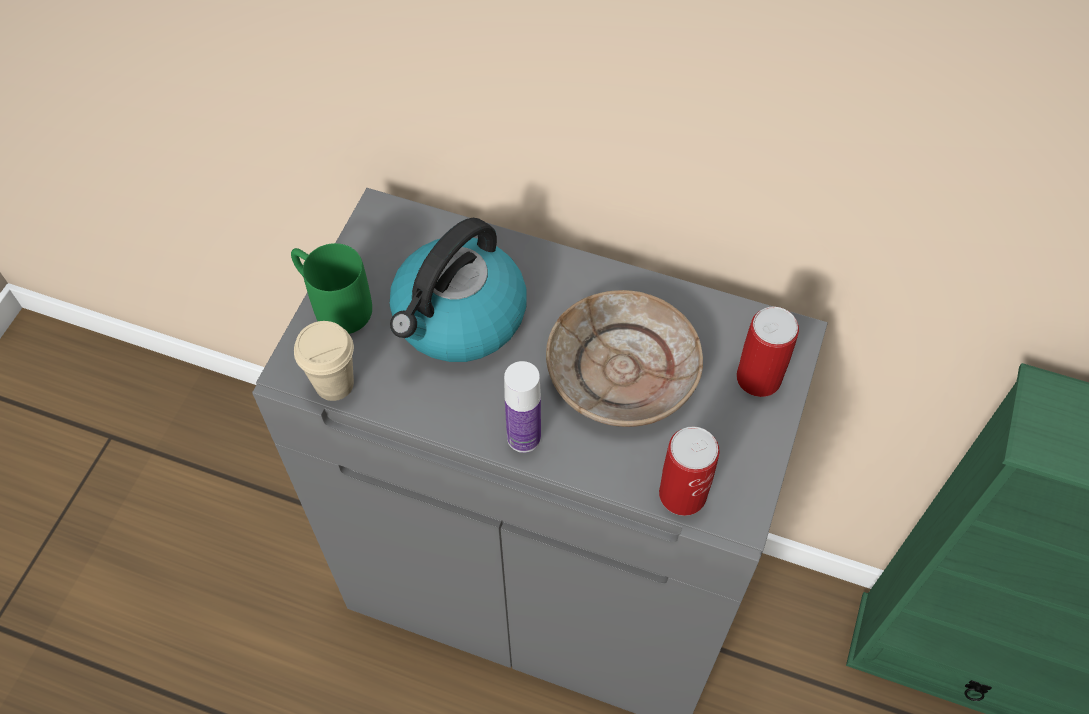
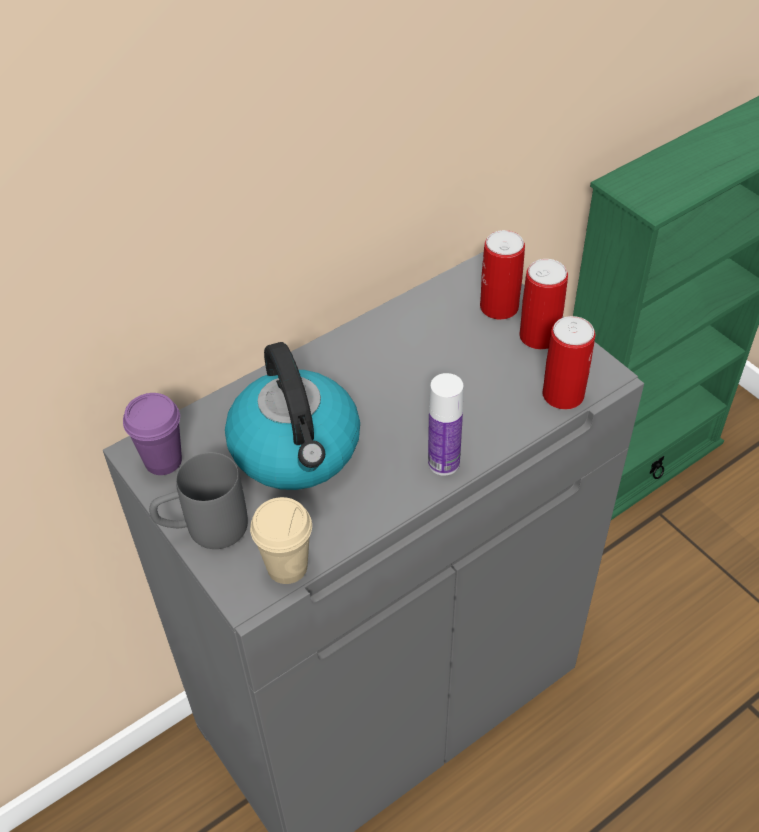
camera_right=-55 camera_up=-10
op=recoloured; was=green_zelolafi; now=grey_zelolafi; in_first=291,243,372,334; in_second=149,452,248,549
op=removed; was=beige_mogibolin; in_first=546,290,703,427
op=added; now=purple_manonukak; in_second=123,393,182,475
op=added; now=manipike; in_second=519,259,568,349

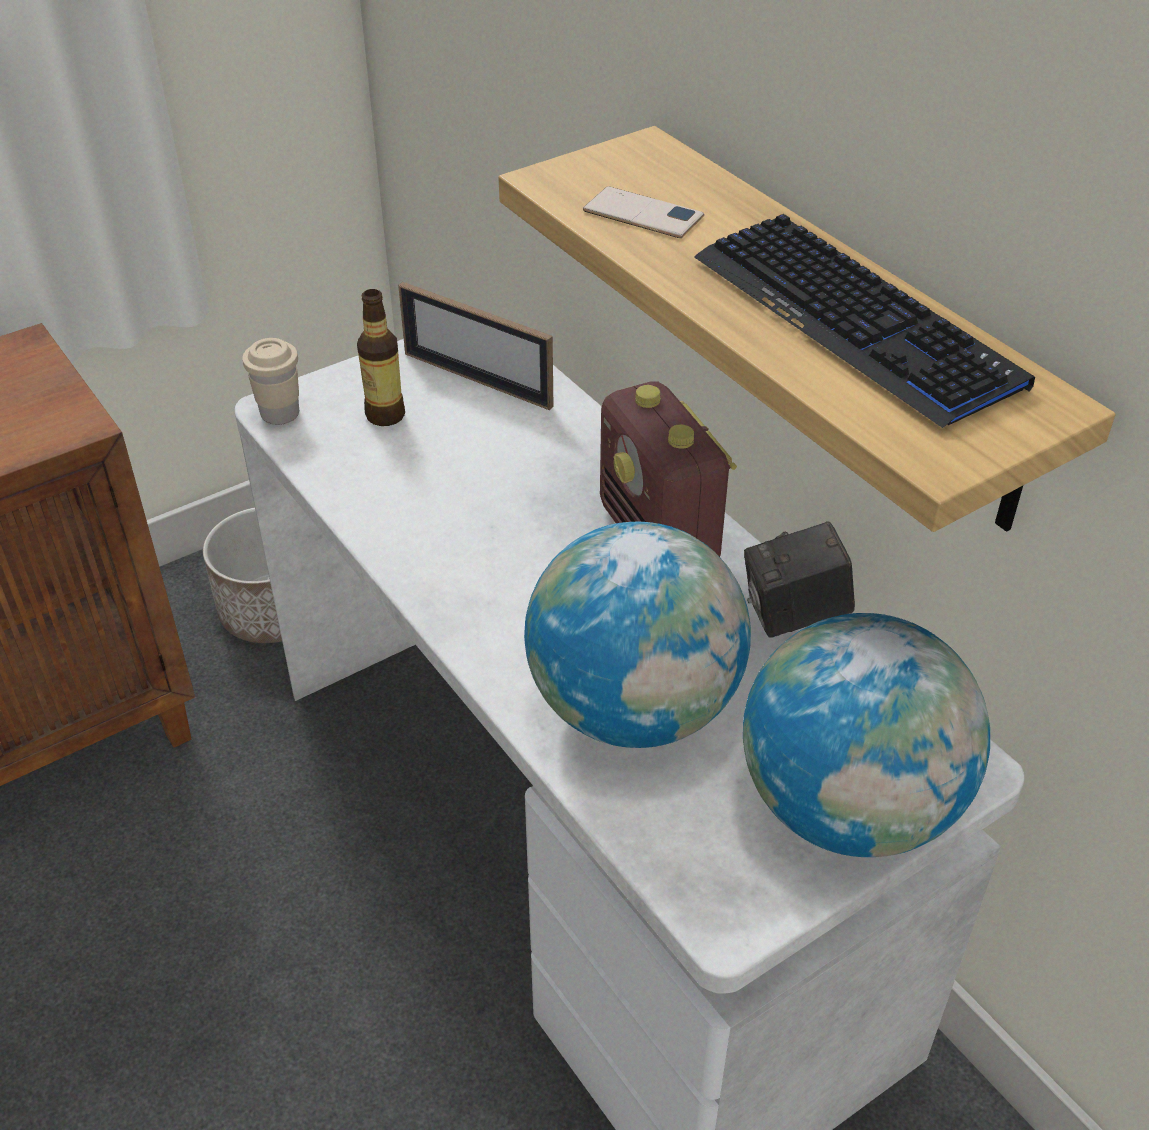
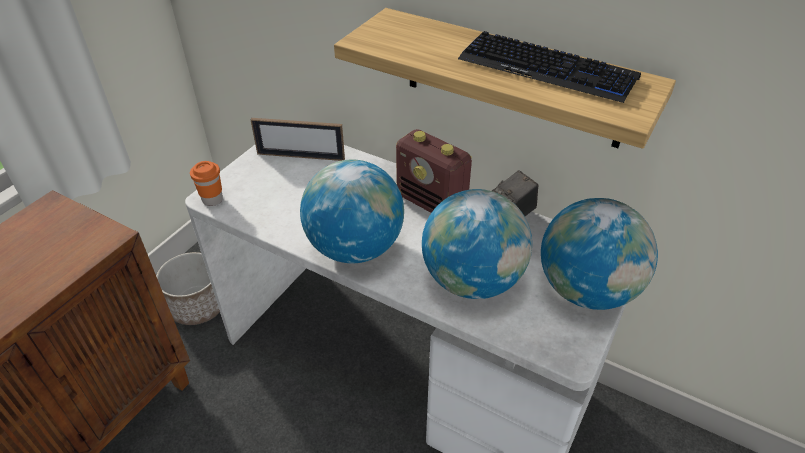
camera_right=-25 camera_up=0
op=recoloured; was=beige_manonukak; now=orange_manonukak; in_first=242,338,299,425; in_second=190,161,223,206
op=removed; was=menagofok; in_first=357,289,405,426
op=removed; was=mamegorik; in_first=583,186,704,238
op=added; now=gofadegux; in_second=300,160,404,263

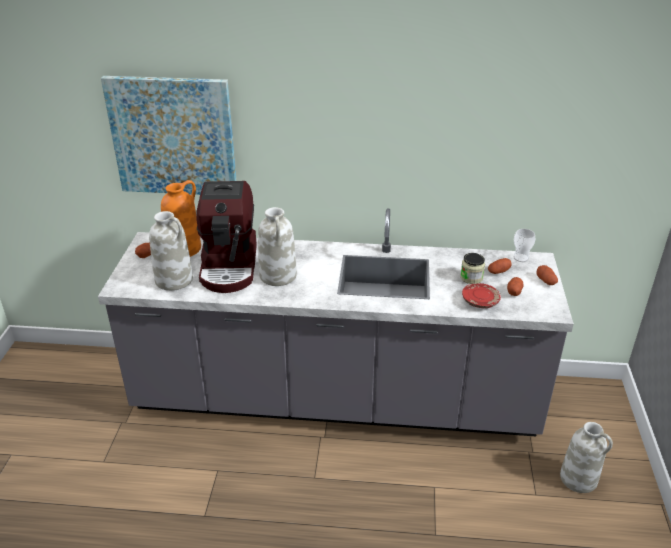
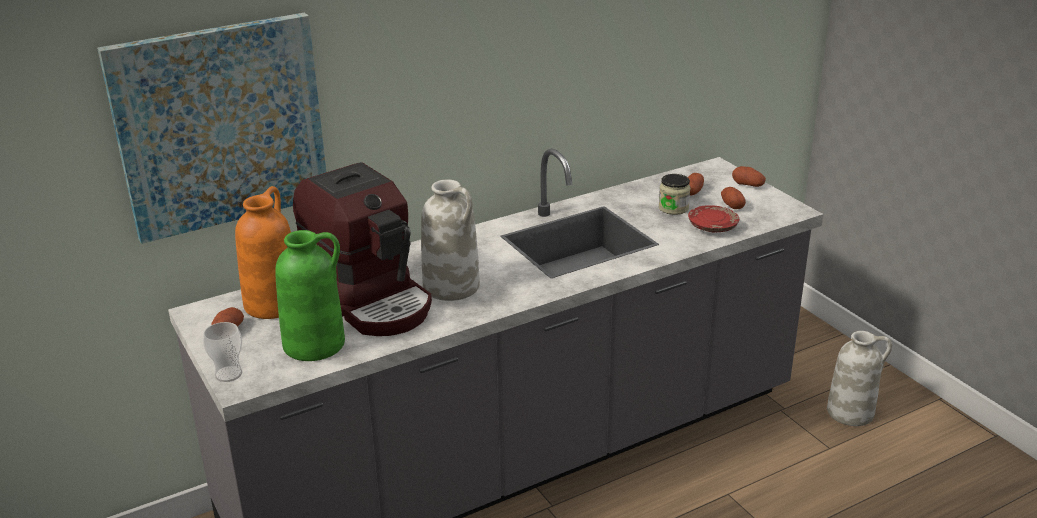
camera_right=-35 camera_up=-5
op=recoloured; was=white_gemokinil; now=green_gemokinil; in_first=149,211,193,291; in_second=275,230,345,361
op=moved; was=manonukak; in_first=513,229,535,262; in_second=203,322,242,382

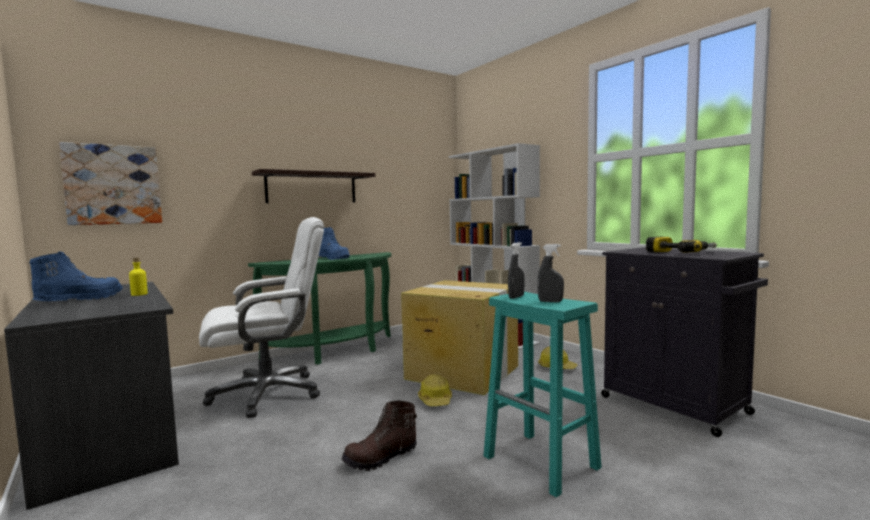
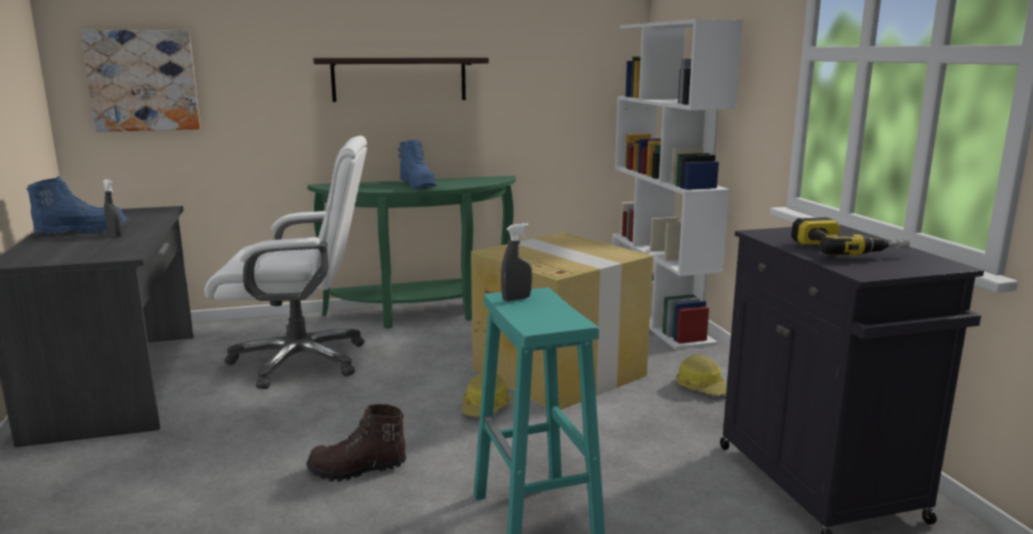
camera_right=20 camera_up=10
op=removed; was=yellow_menagofok; in_first=129,257,148,296
op=moved; was=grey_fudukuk; in_first=537,244,564,302; in_second=103,179,122,236

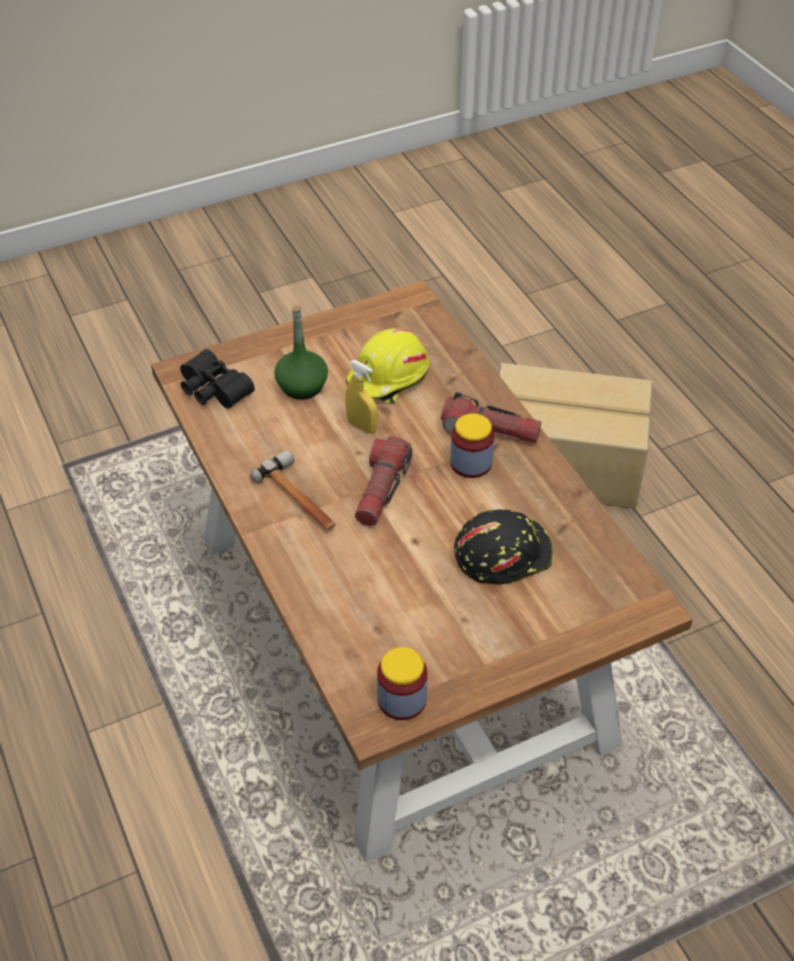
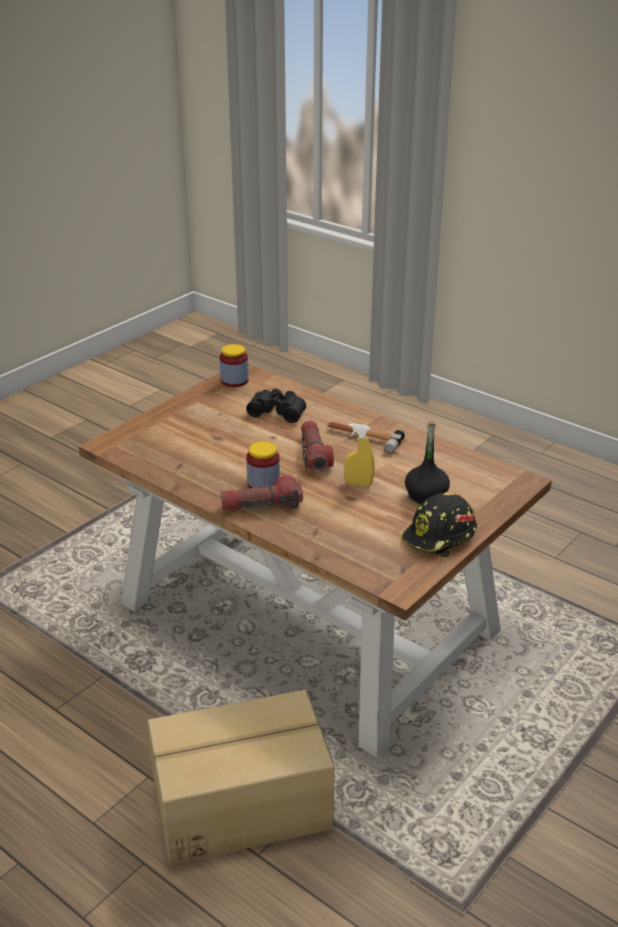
camera_right=155 camera_up=-15
op=moved; was=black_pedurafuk; in_first=180,349,255,409; in_second=246,389,306,423
op=recoloured; was=green_menagofok; now=black_menagofok; in_first=274,306,328,400; in_second=405,421,450,504
op=removed; was=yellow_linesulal; in_first=346,328,429,403
op=moved; was=black_linesulal; in_first=454,509,553,585; in_second=402,492,477,557

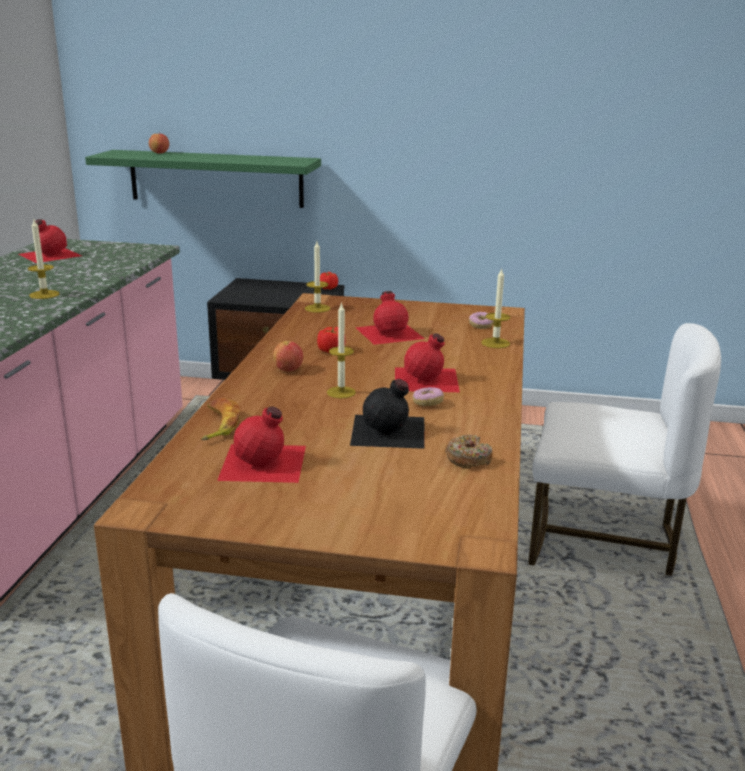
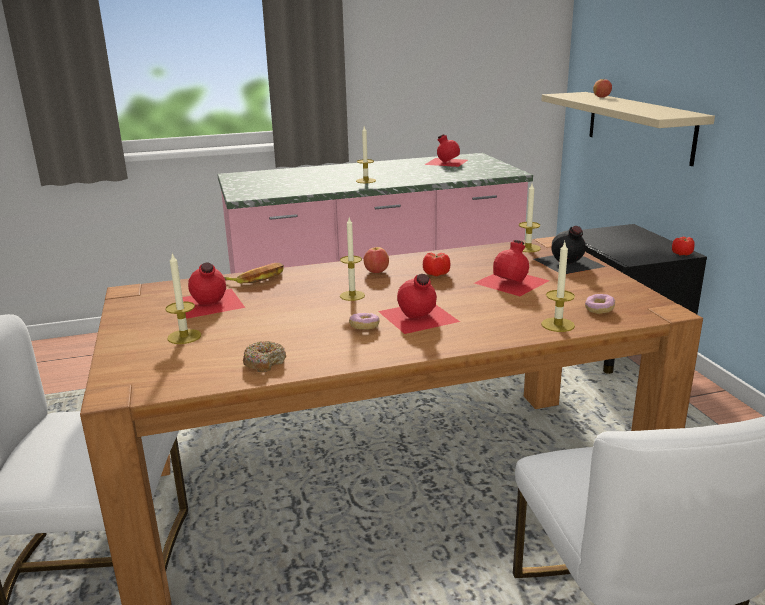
camera_right=65 camera_up=0
op=recoloured; was=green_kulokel; now=beige_kulokel; in_first=85,150,321,208; in_second=541,92,715,166
op=moved; was=black_menagofok; in_first=350,379,425,449; in_second=533,226,606,274
op=added; now=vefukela; in_second=166,253,201,344

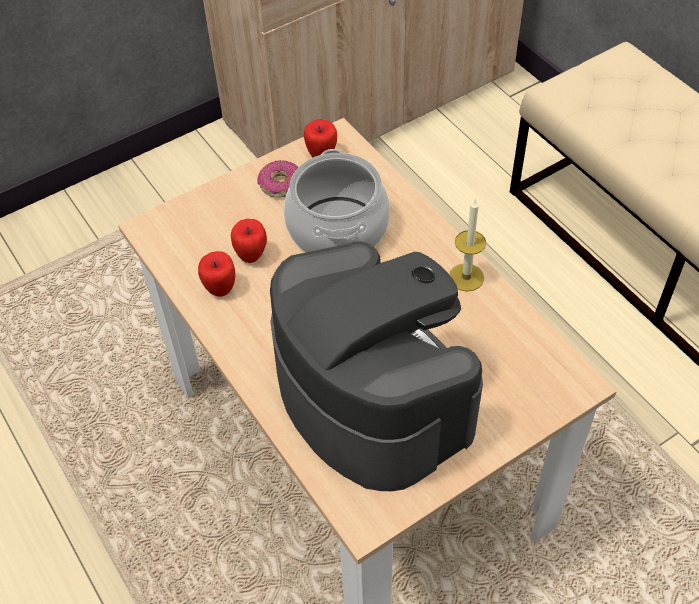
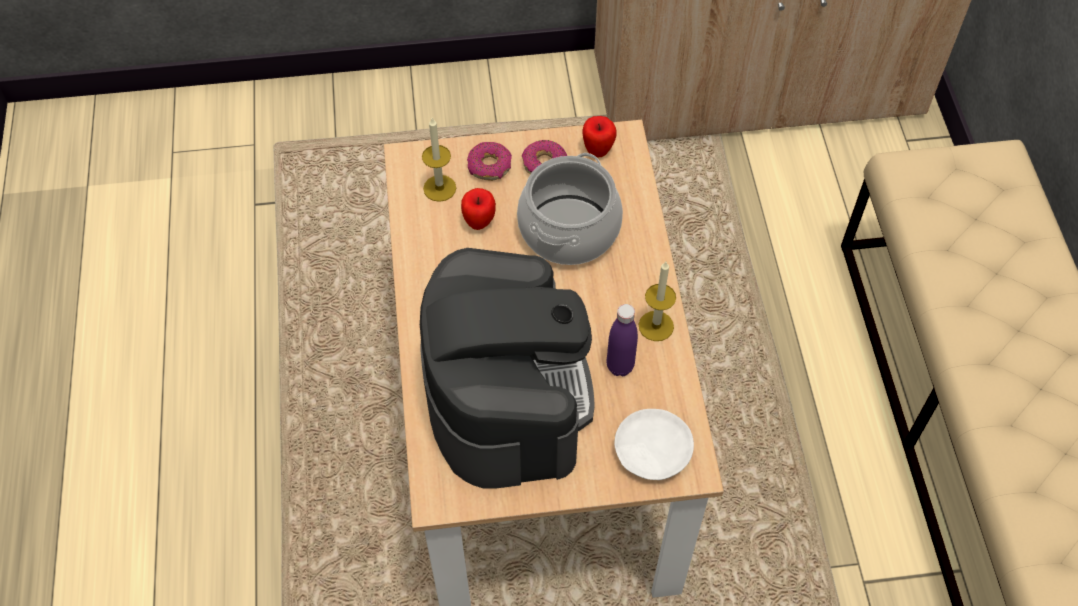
camera_right=25 camera_up=5
op=removed; was=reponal; in_first=198,251,235,297
op=added; now=vefukela; in_second=422,118,456,202
op=added; now=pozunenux; in_second=467,142,512,181
op=added; now=purple_menagofok; in_second=607,304,638,376
op=added; now=white_mogibolin; in_second=614,409,694,480

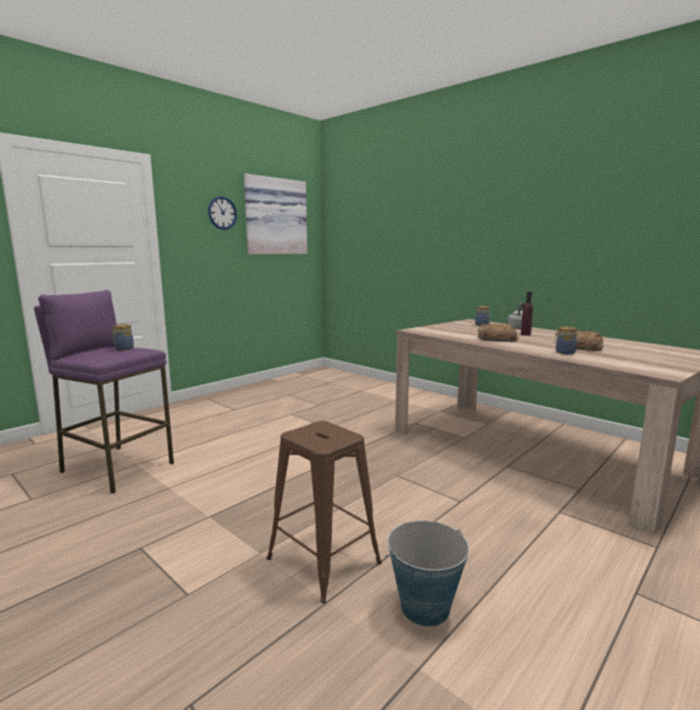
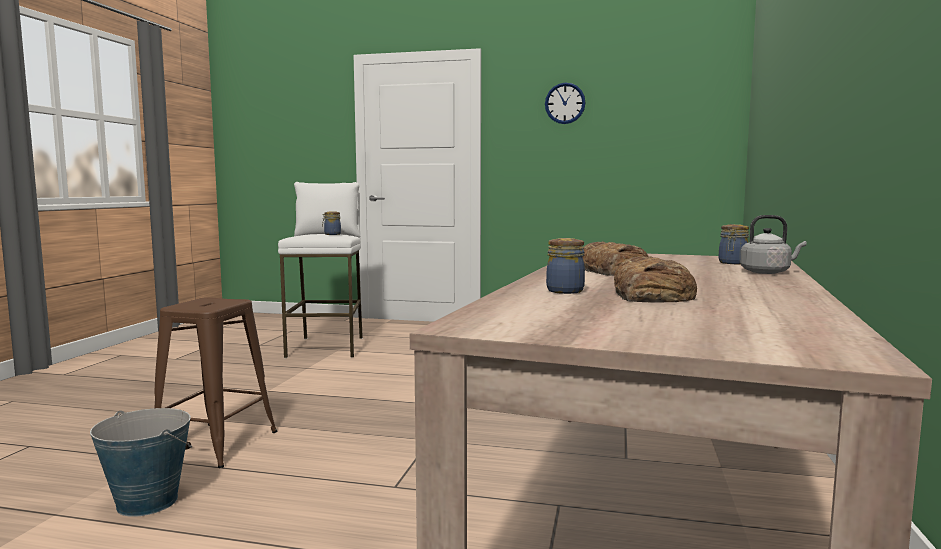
camera_right=60 camera_up=-5
op=recoloured; was=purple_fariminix; now=white_fariminix; in_first=34,290,174,494; in_second=278,182,363,358
op=removed; was=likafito; in_first=244,174,307,254
op=removed; was=purple_menagofok; in_first=521,292,533,336

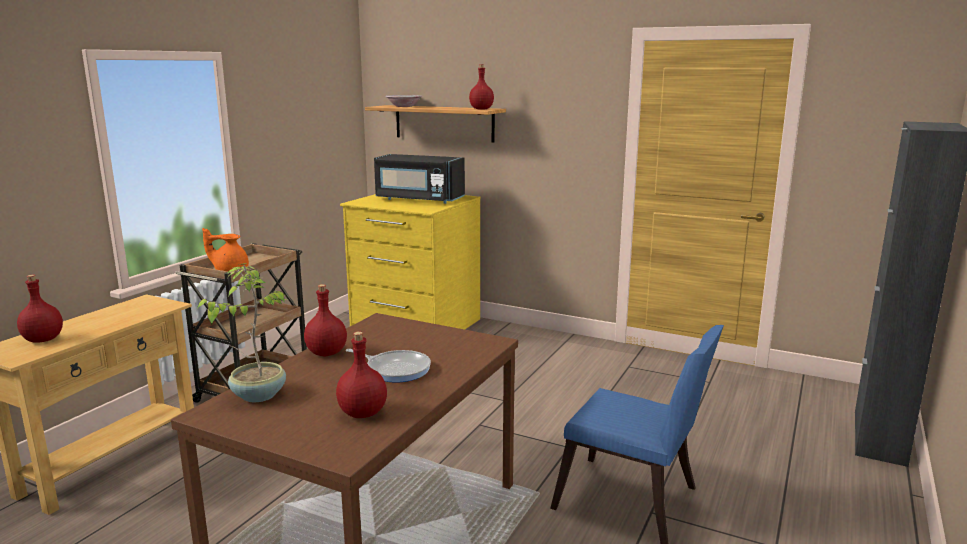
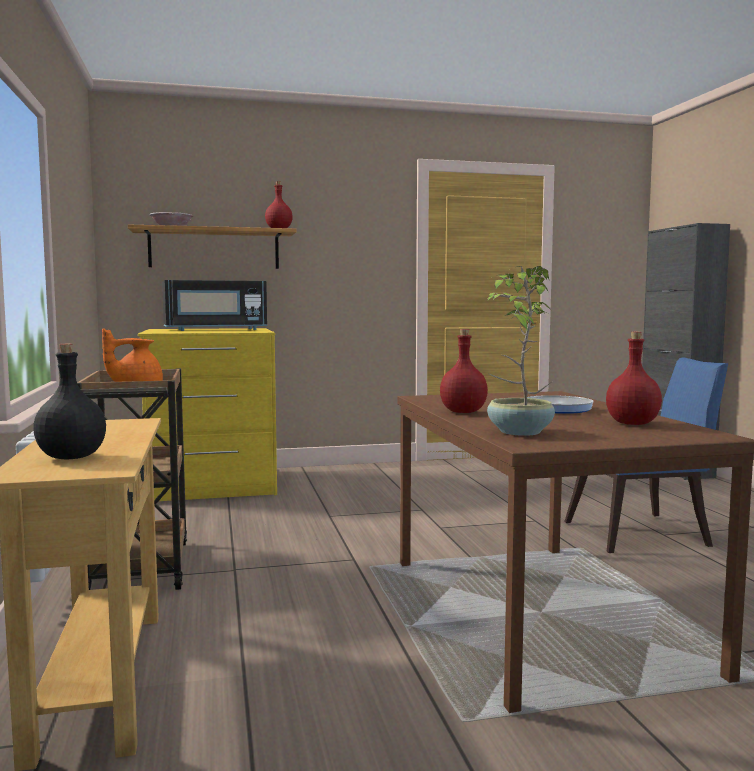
camera_right=-40 camera_up=-10
op=recoloured; was=red_menagofok; now=black_menagofok; in_first=17,275,63,343; in_second=33,344,106,459

